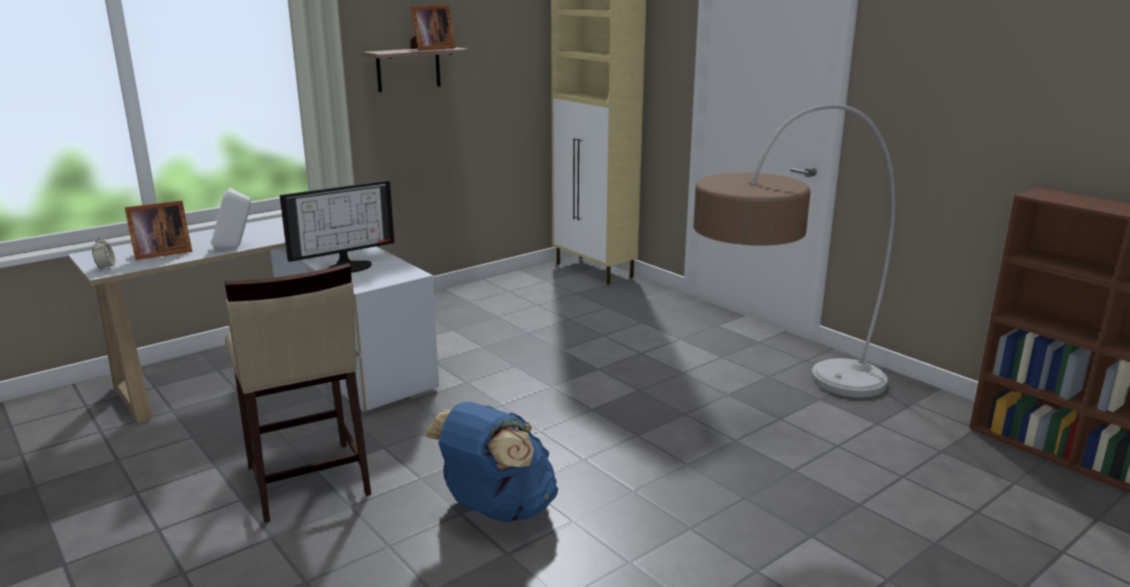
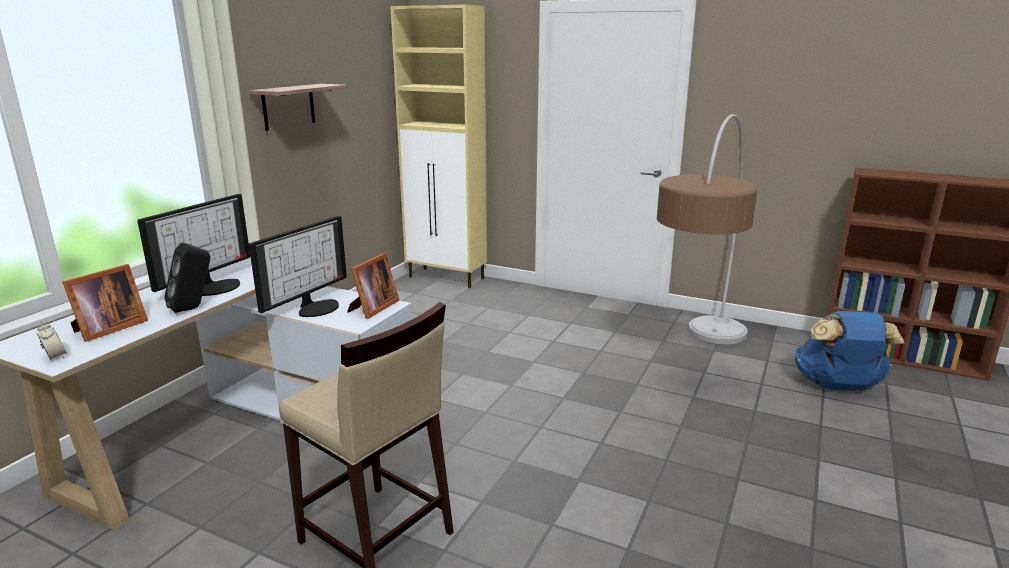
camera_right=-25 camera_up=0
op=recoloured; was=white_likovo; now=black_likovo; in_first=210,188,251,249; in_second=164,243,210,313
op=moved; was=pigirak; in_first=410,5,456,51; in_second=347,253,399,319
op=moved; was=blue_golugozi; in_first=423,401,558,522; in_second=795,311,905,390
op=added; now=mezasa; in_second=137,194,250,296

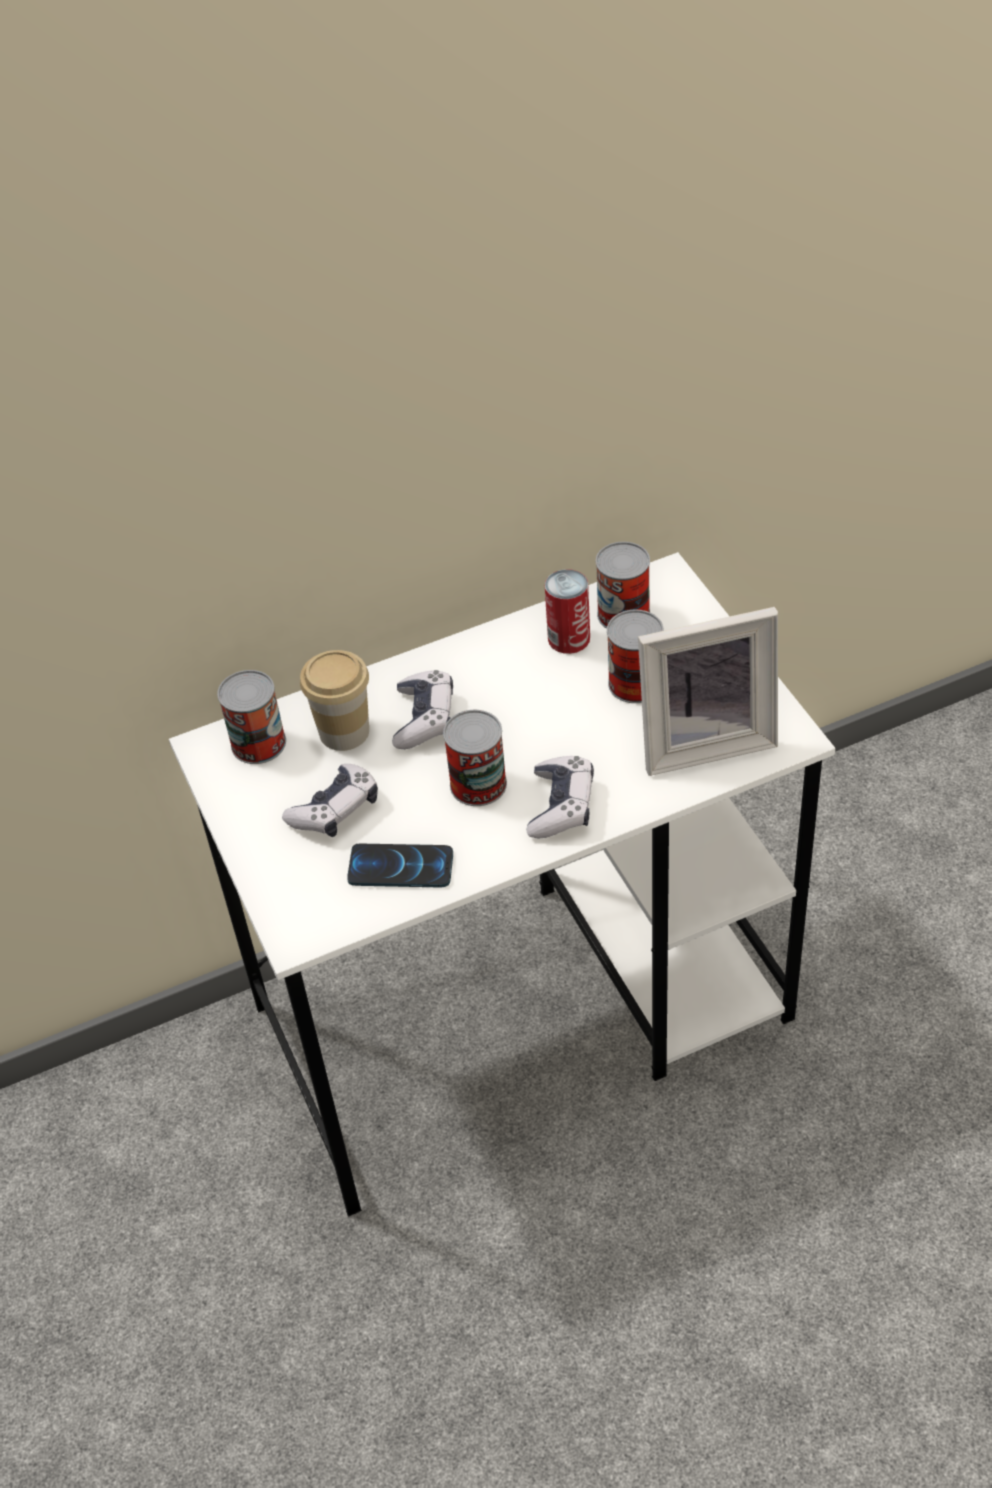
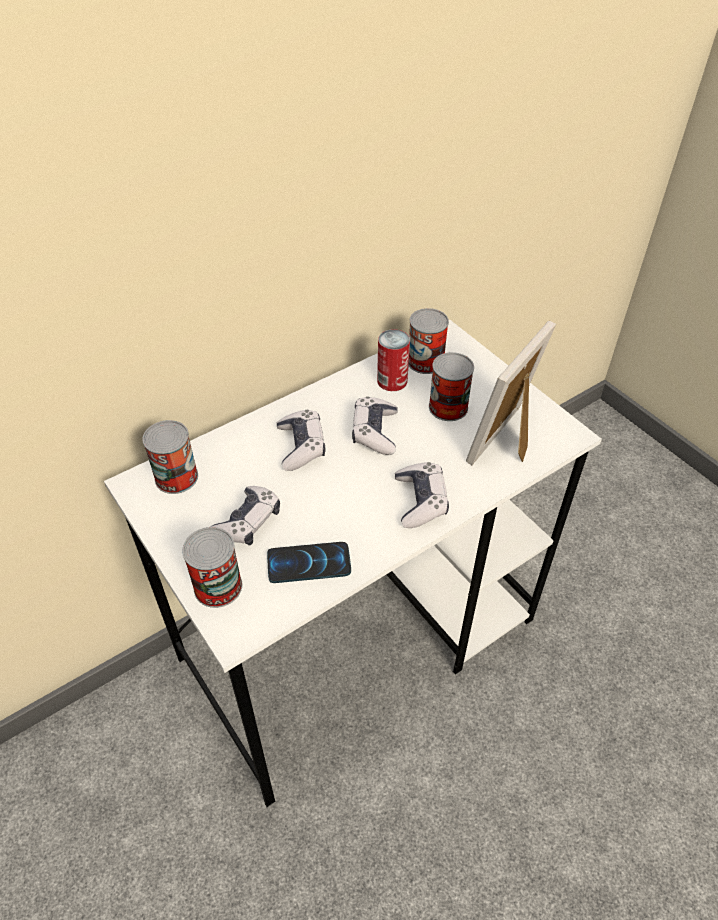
camera_right=-15 camera_up=0
op=removed; was=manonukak; in_first=300,650,369,751
op=moved; was=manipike; in_first=443,710,507,806; in_second=182,527,242,608
op=turned; was=pigirak; in_first=638,607,778,776; in_second=466,321,556,465; clockwise=150
op=added; now=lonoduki; in_second=352,396,397,455

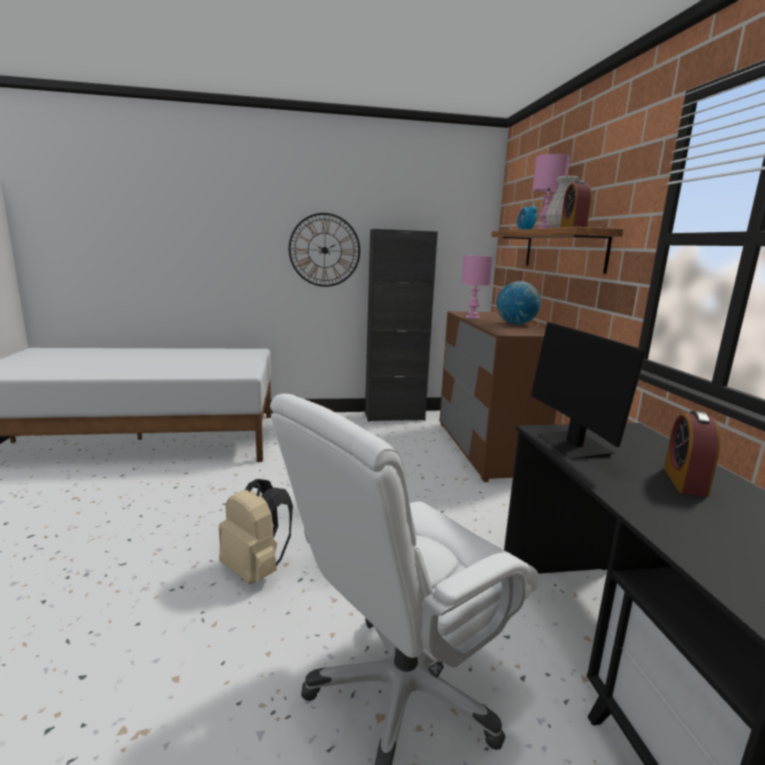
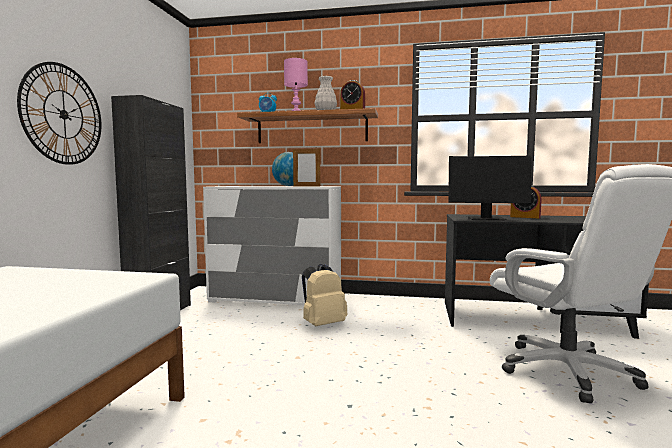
camera_right=-70 camera_up=-10
op=moved; was=beige_golugozi; in_first=219,479,293,584; in_second=302,264,347,326
op=recoloured; was=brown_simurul; now=white_simurul; in_first=440,311,556,482; in_second=203,186,341,305
op=removed; was=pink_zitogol; in_first=461,255,492,319
op=added; now=pigirak; in_second=293,148,320,186

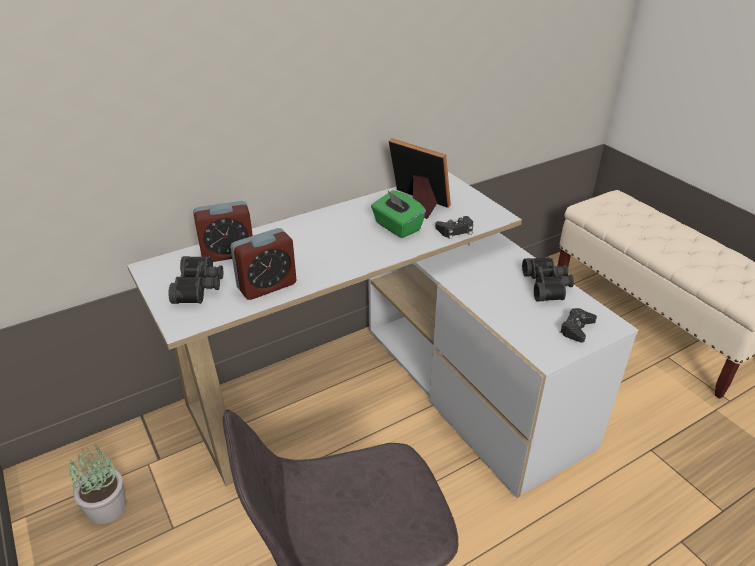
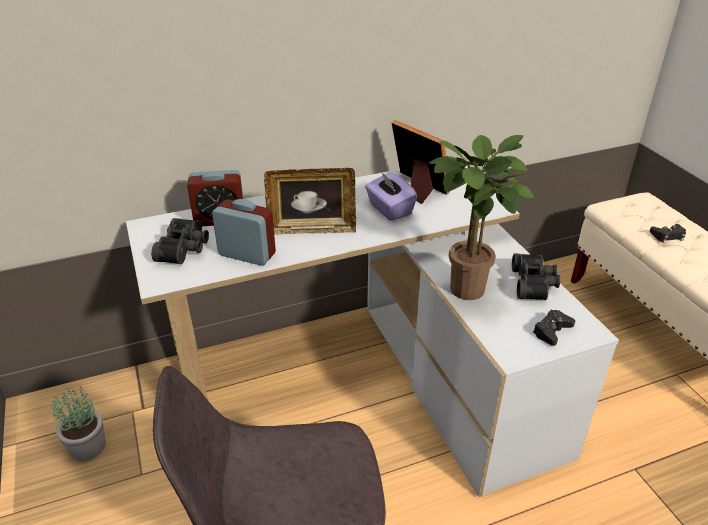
camera_right=10 camera_up=0
op=turned; was=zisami; in_first=230,228,296,300; in_second=212,199,276,266; clockwise=-135
op=recoloured; was=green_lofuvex; now=purple_lofuvex; in_first=371,191,426,238; in_second=365,171,417,221
op=moved; was=black_lonoduki; in_first=435,216,473,239; in_second=650,224,686,243
op=added; now=pigirak; in_second=264,168,356,235
op=added; now=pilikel; in_second=428,135,534,300

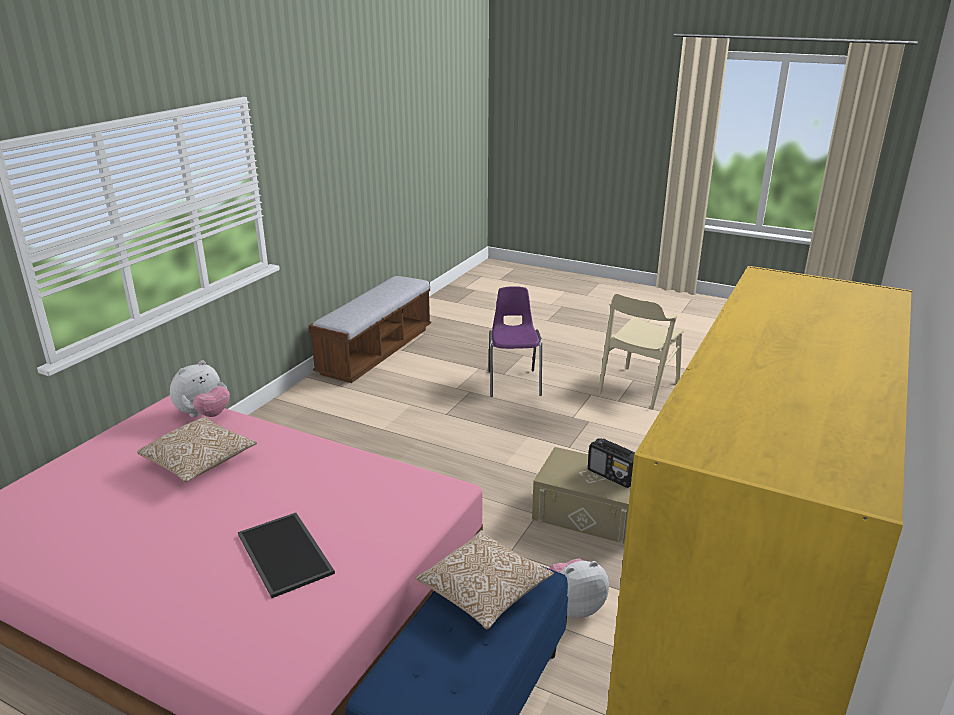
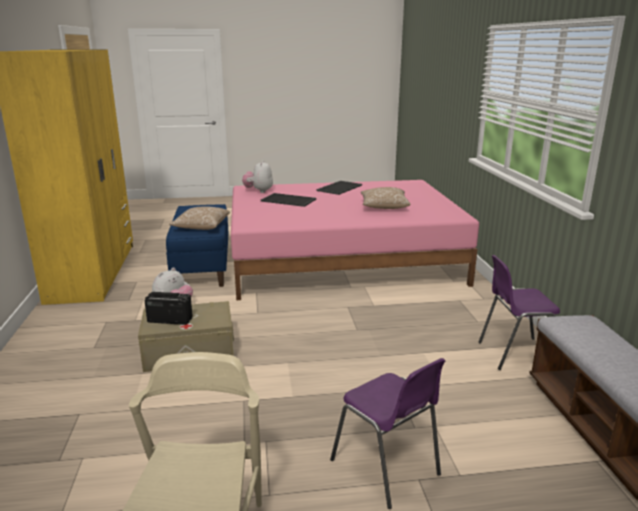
camera_right=145 camera_up=-5
op=moved; was=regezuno; in_first=170,360,230,417; in_second=242,160,273,193
op=added; now=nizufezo; in_second=316,181,362,195
op=added; now=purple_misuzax; in_second=479,255,560,370

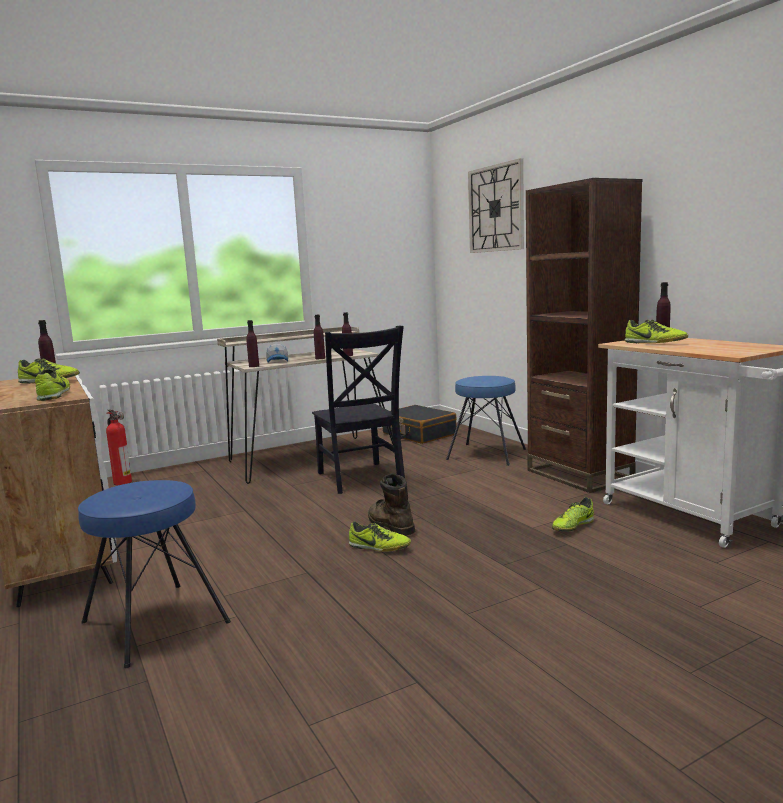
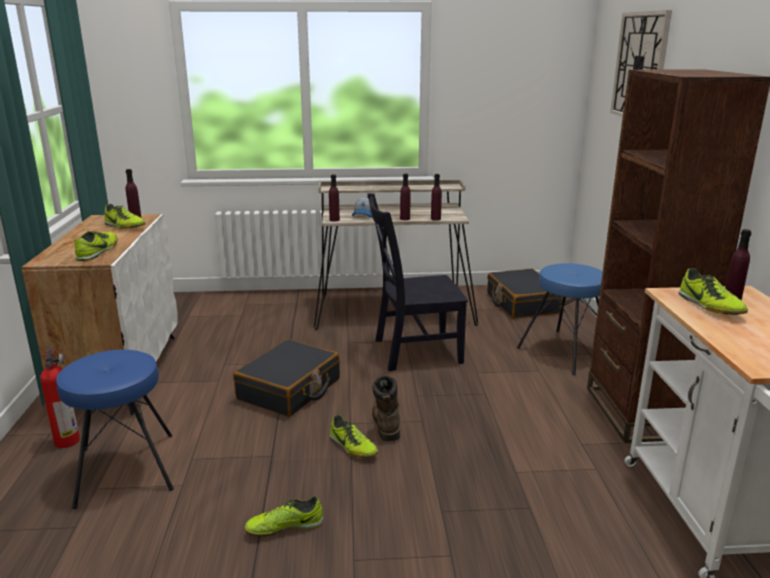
camera_right=25 camera_up=10
op=moved; was=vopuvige; in_first=106,409,132,485; in_second=40,347,80,448
op=turned; was=black_misuzax; in_first=312,326,405,494; in_second=367,193,468,371; clockwise=75
op=moved; was=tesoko; in_first=552,497,594,532; in_second=245,496,323,537
op=added; now=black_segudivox; in_second=233,339,340,417

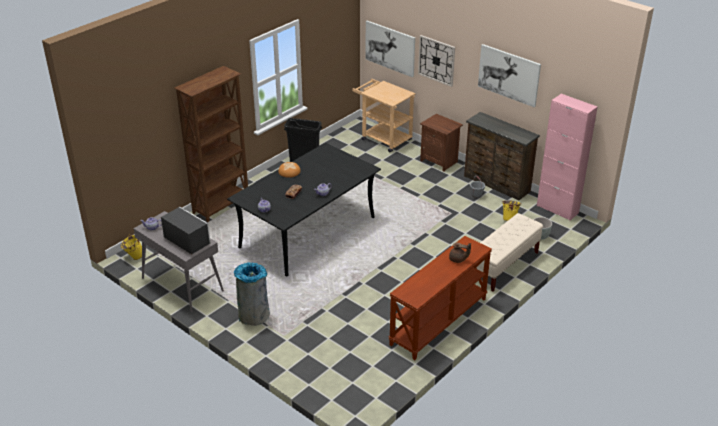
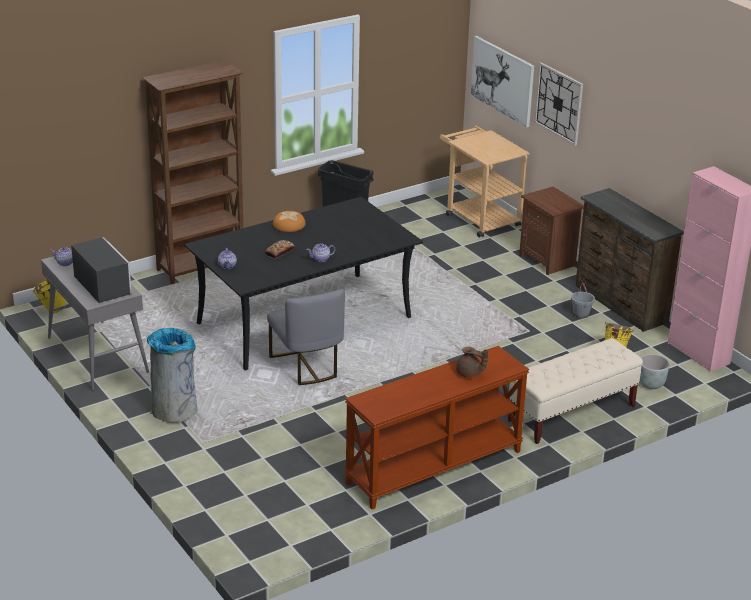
camera_right=15 camera_up=-5
op=removed; was=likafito; in_first=478,44,541,107
op=added; now=grey_misuzax; in_second=267,289,345,385

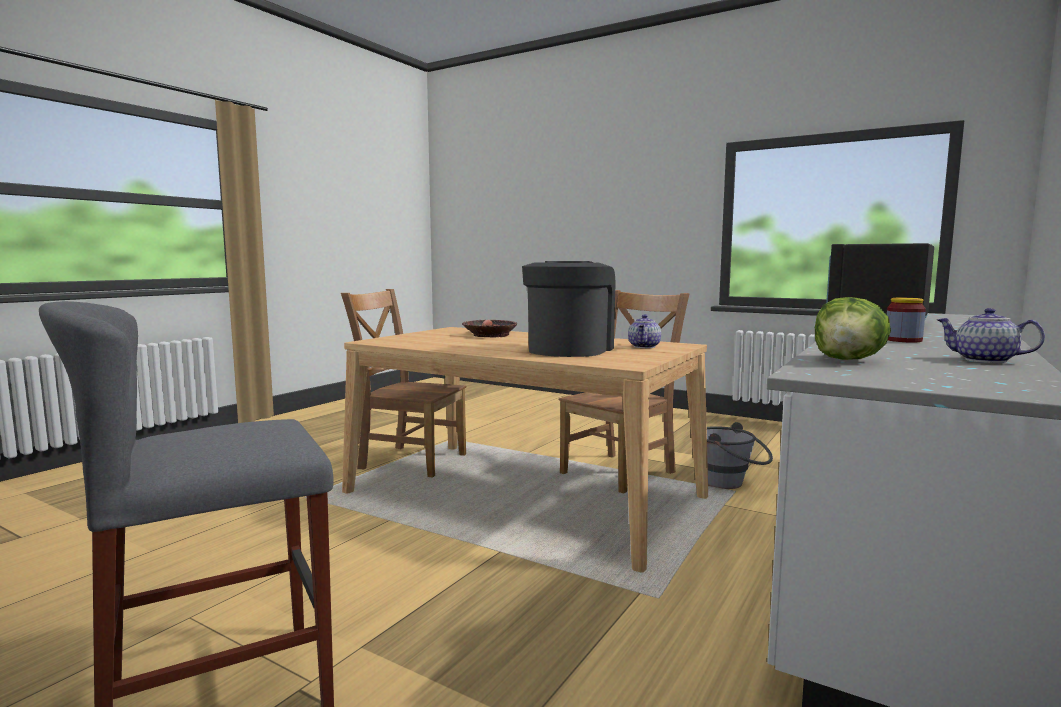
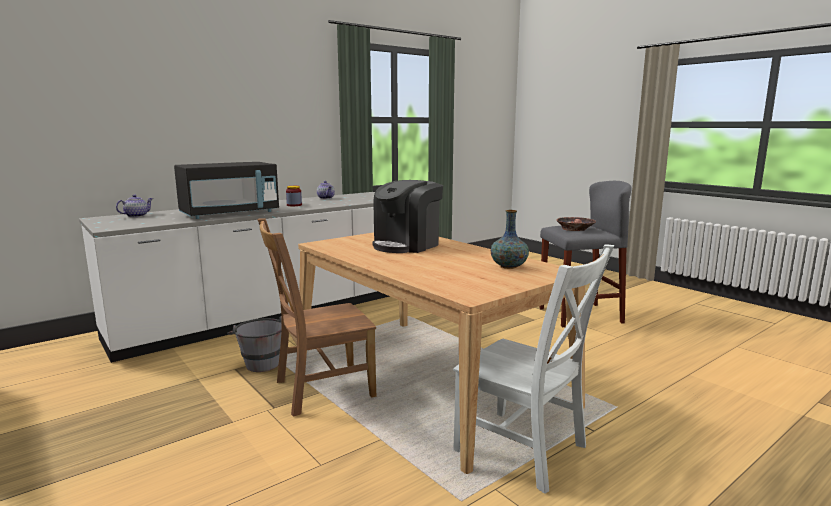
camera_right=-160 camera_up=5
op=recoloured; was=brown_misuzax; now=white_misuzax; in_first=341,289,466,478; in_second=453,244,614,494
op=moved; was=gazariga; in_first=462,320,517,337; in_second=556,217,596,231
op=moved; was=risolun; in_first=628,314,661,348; in_second=116,194,153,217
op=removed; was=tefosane; in_first=815,297,891,360
op=added; now=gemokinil; in_second=491,210,529,269

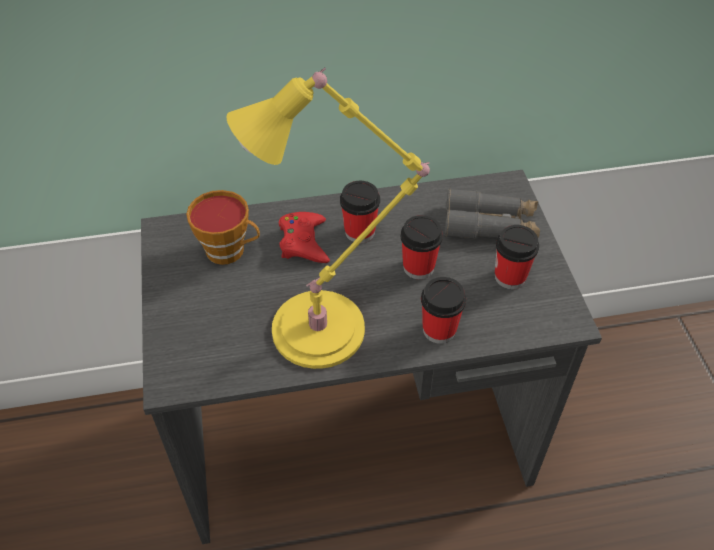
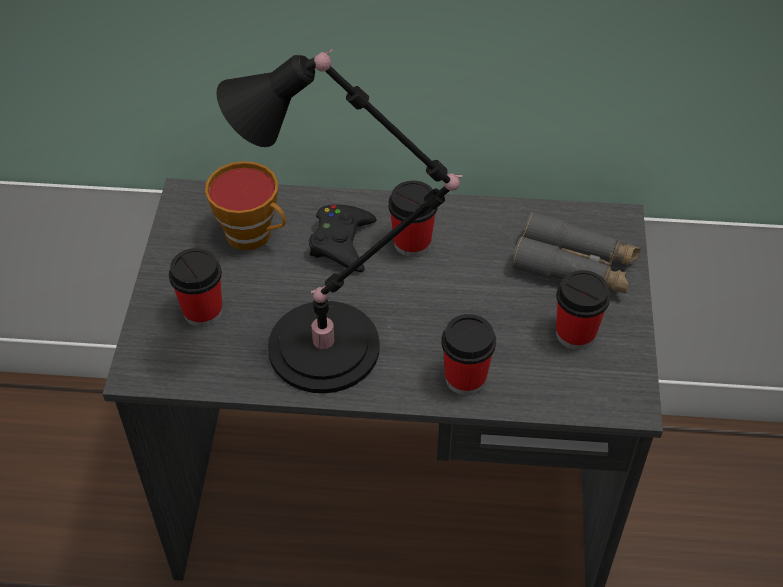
camera_right=15 camera_up=0
op=recoloured; was=yellow_zitogol; now=black_zitogol; in_first=226,68,430,369; in_second=216,49,462,393
op=recoloured; was=red_lonoduki; now=black_lonoduki; in_first=279,212,330,263; in_second=309,204,377,272
op=moved; was=manonukak; in_first=400,215,443,279; in_second=169,248,222,327

